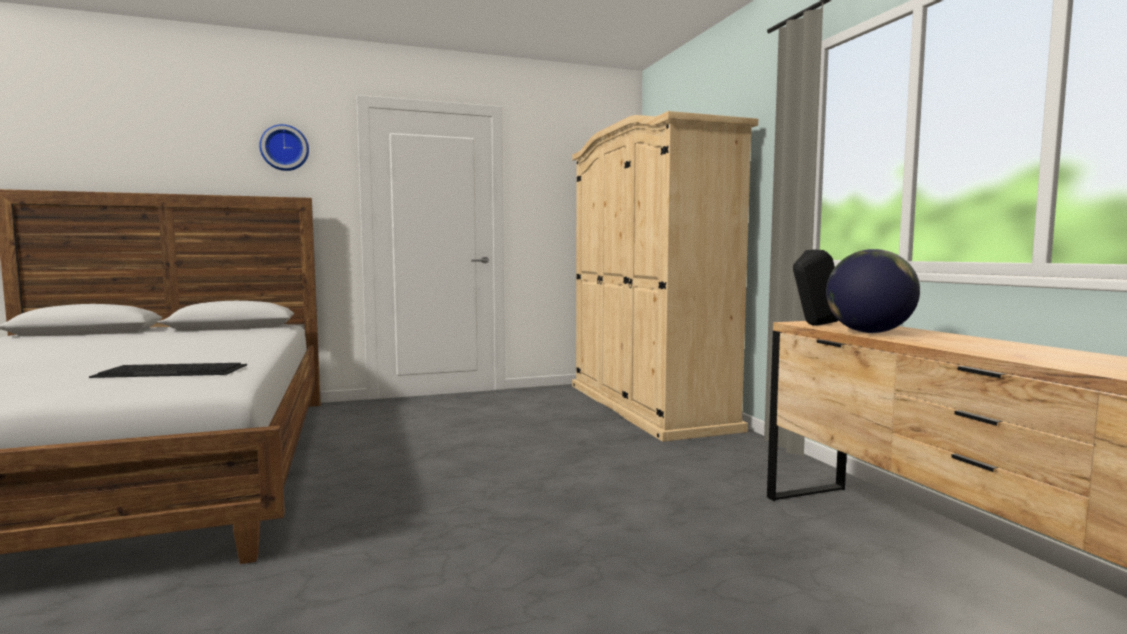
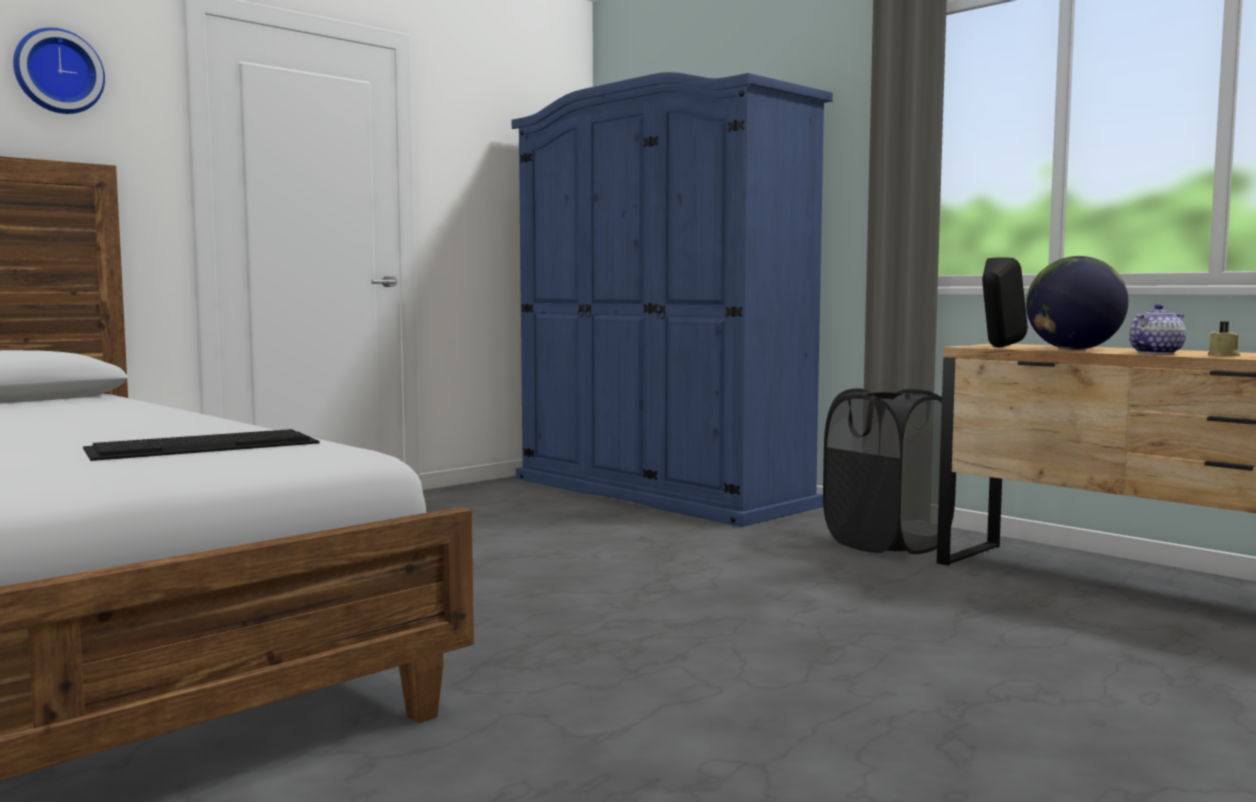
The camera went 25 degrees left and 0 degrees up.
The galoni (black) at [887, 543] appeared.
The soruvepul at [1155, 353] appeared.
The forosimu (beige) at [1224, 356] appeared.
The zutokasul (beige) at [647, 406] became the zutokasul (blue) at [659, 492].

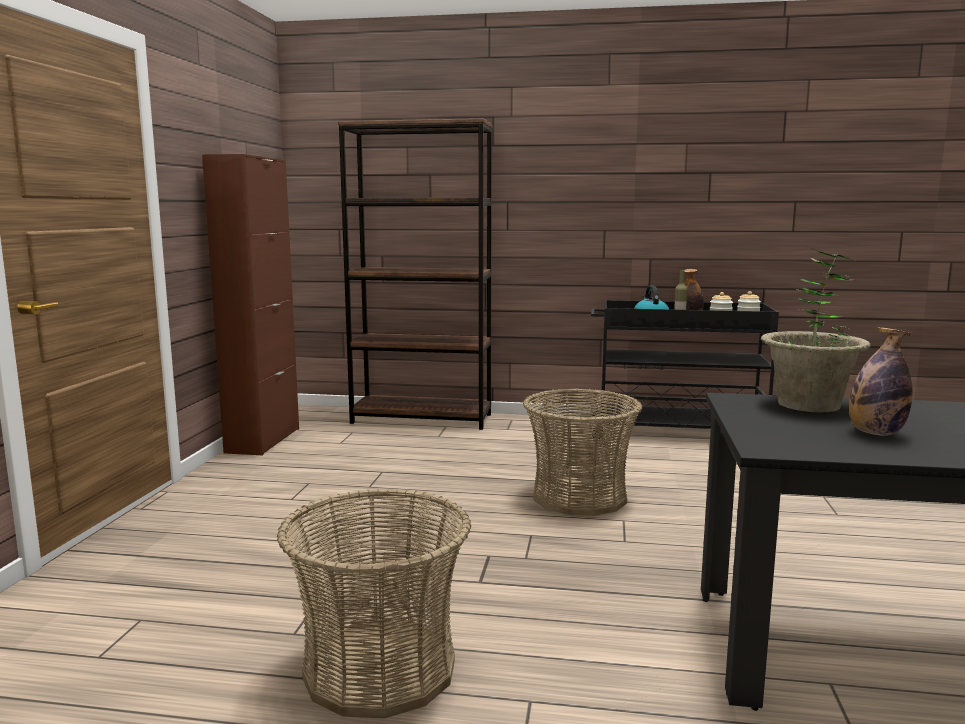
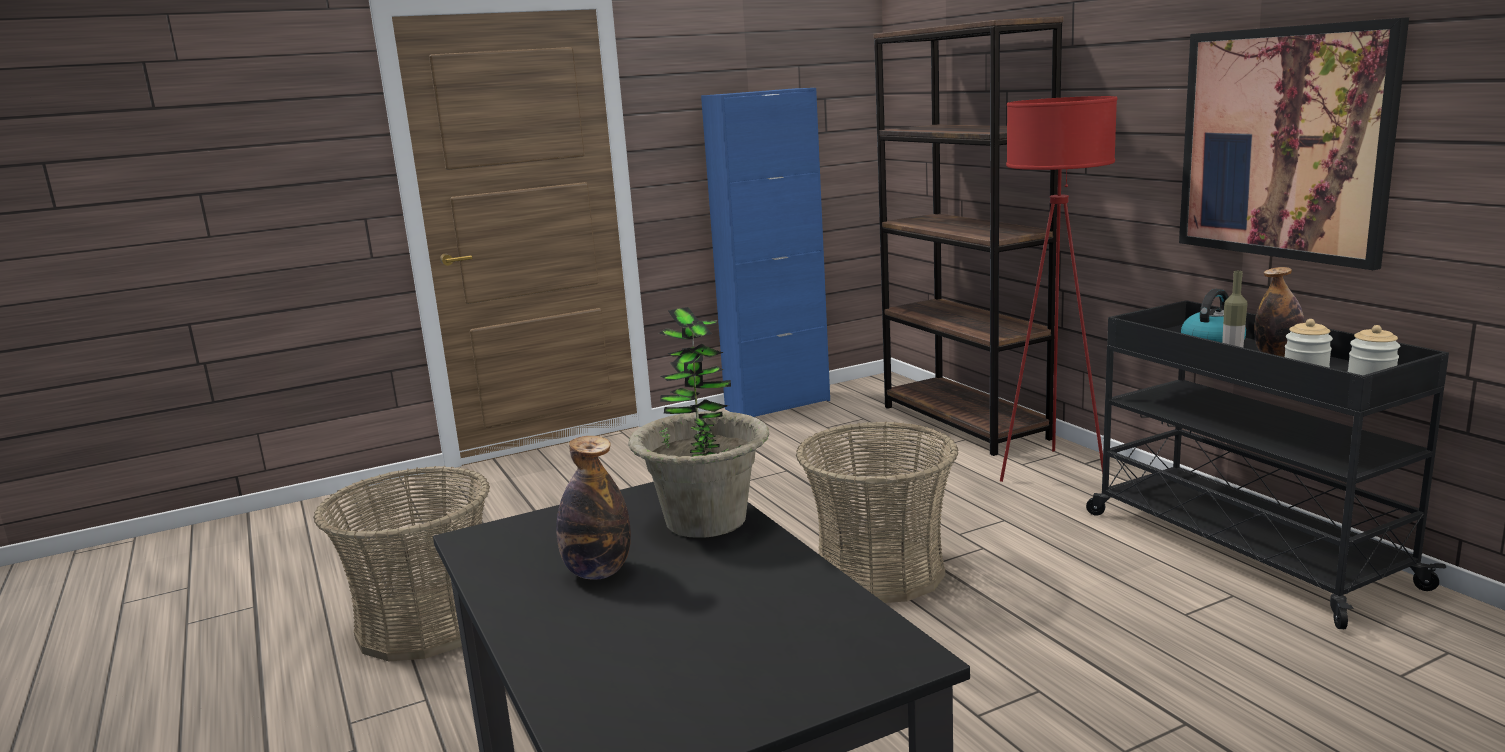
The camera went 55 degrees right and 5 degrees up.
The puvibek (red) at [1053, 471] appeared.
The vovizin at [1283, 143] appeared.
The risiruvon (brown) at [263, 440] became the risiruvon (blue) at [777, 405].

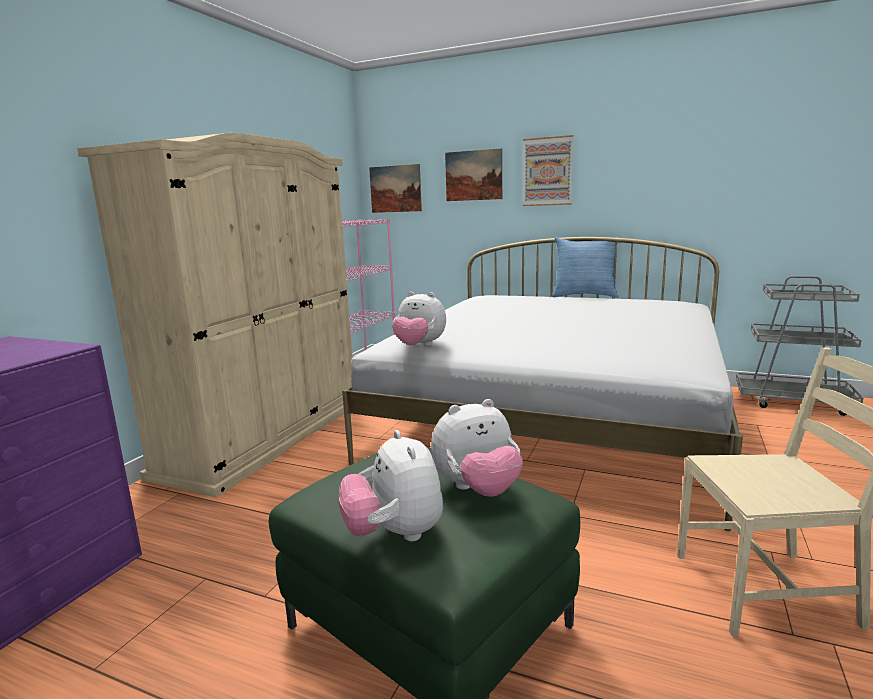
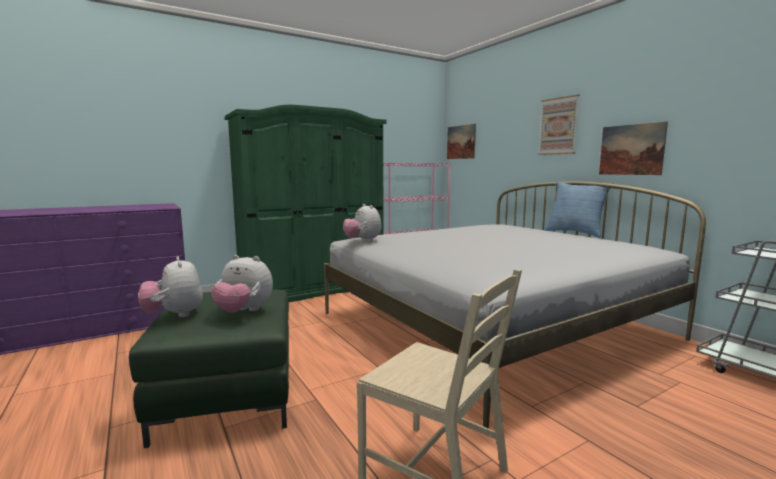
The camera went 35 degrees right and 5 degrees down.
The vovizin moved from [473, 175] to [631, 149].
The zutokasul (beige) at [266, 436] became the zutokasul (green) at [313, 289].
The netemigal at [395, 534] turned 45 degrees counterclockwise.

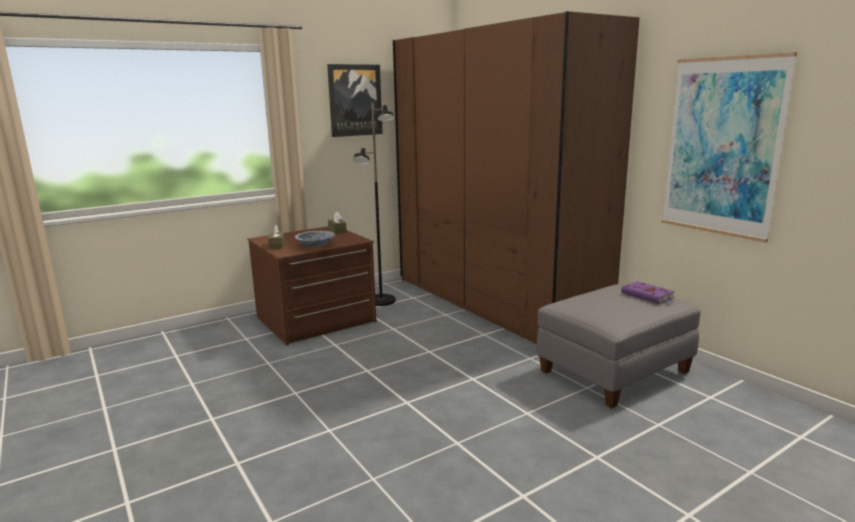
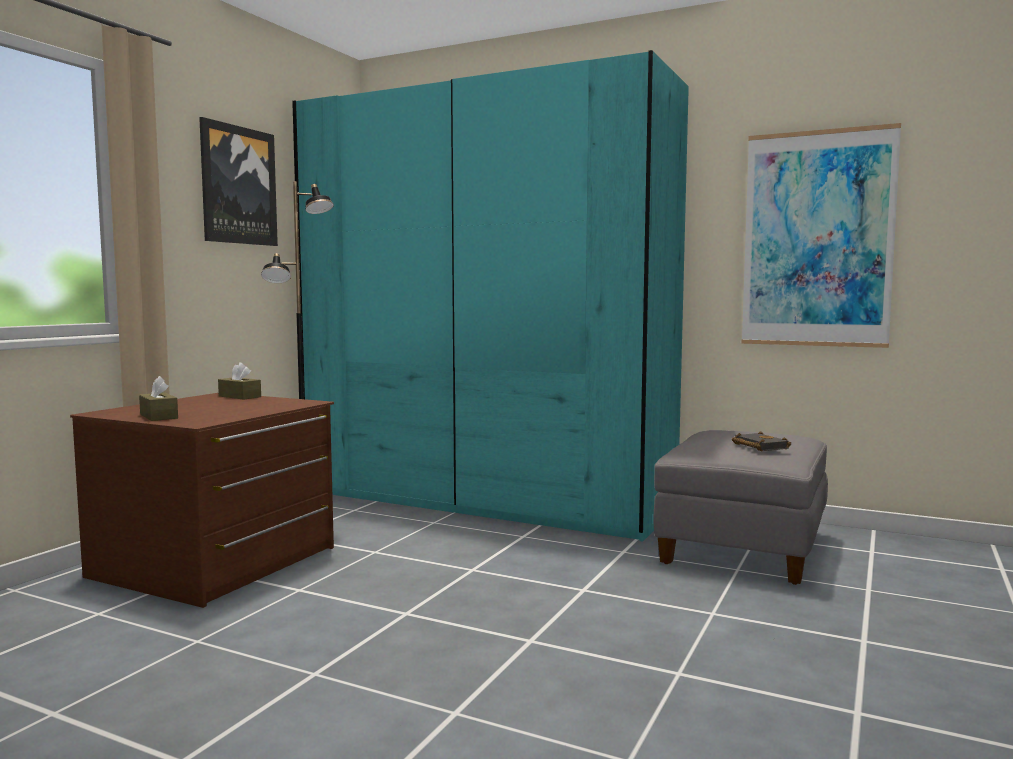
The camera went 30 degrees left and 10 degrees down.
The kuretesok at [315, 245] disappeared.
The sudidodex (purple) at [648, 296] disappeared.
The sudidodex (black) at [758, 446] appeared.
The zutokasul (brown) at [494, 302] became the zutokasul (turquoise) at [485, 499].

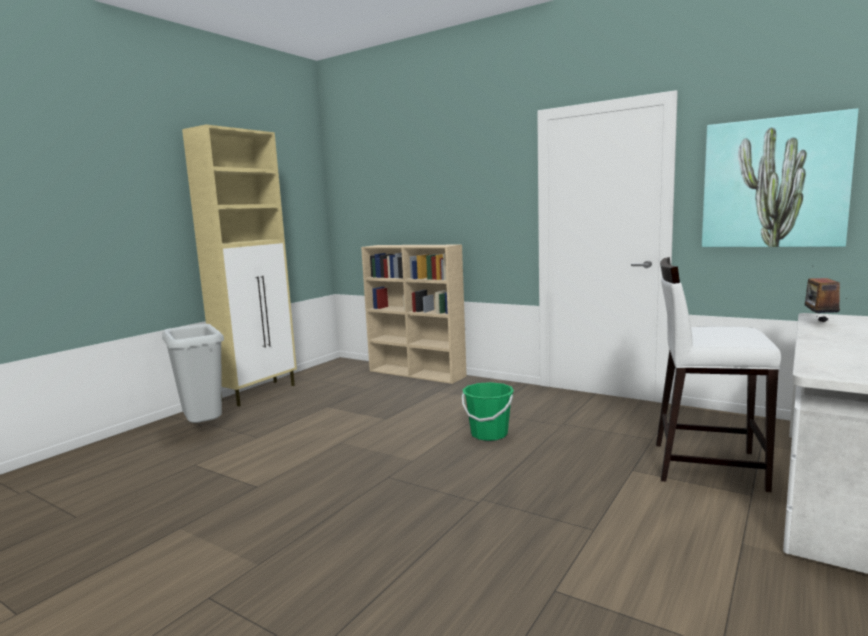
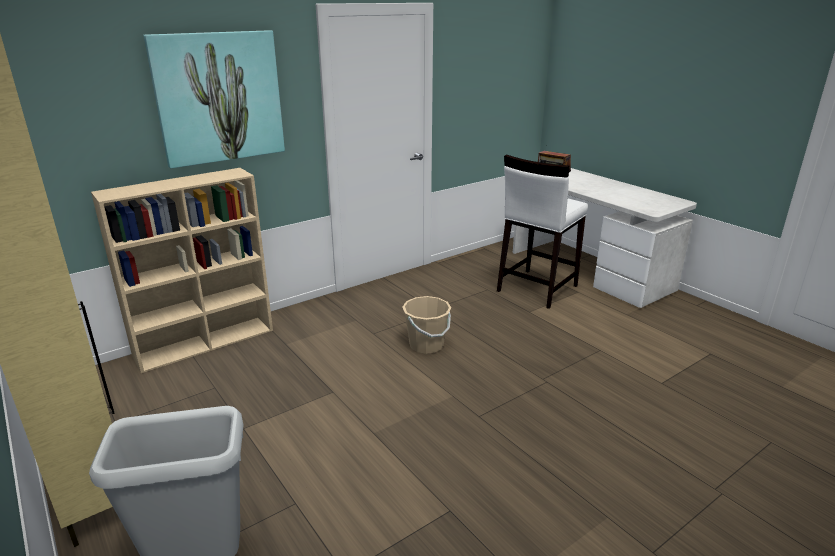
The camera went 70 degrees left and 15 degrees up.
The vovizin moved from [774, 183] to [219, 98].
The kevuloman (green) at [489, 434] became the kevuloman (beige) at [426, 345].

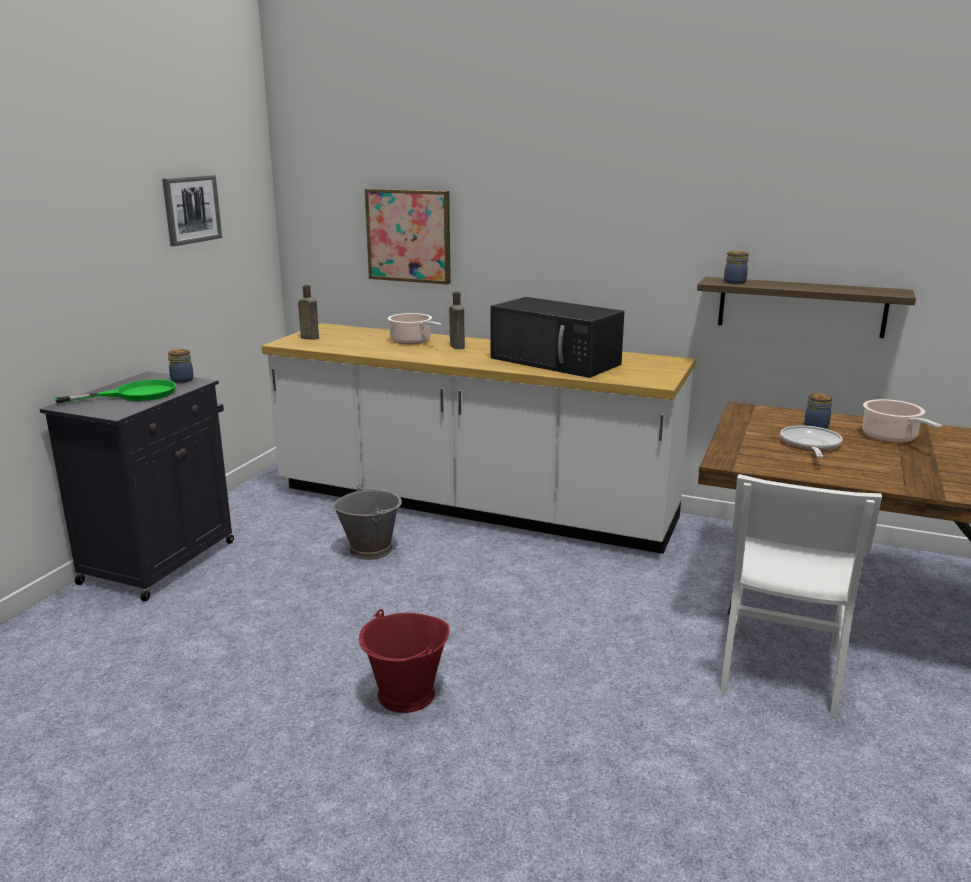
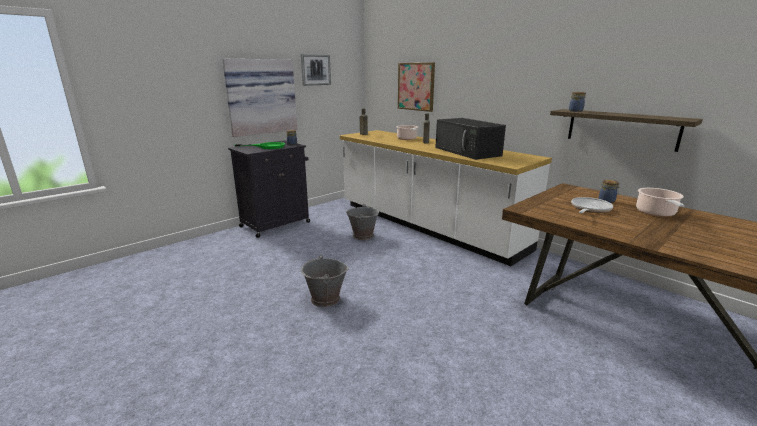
The camera went 25 degrees right and 0 degrees up.
The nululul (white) at [780, 669] disappeared.
The vovizin at [261, 97] appeared.
The kevuloman (red) at [406, 695] became the kevuloman (grey) at [325, 299].

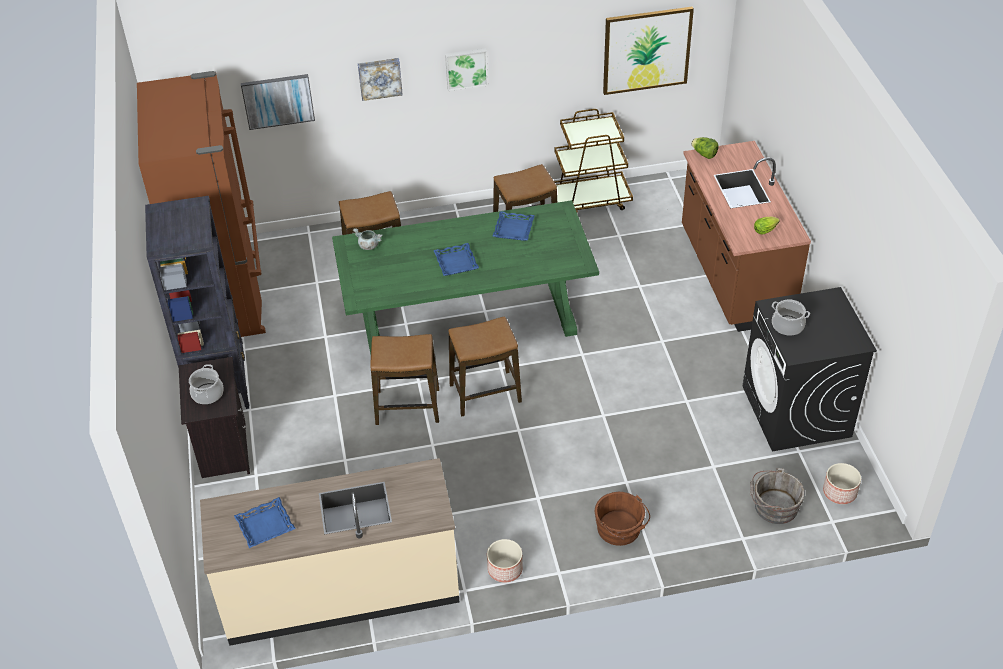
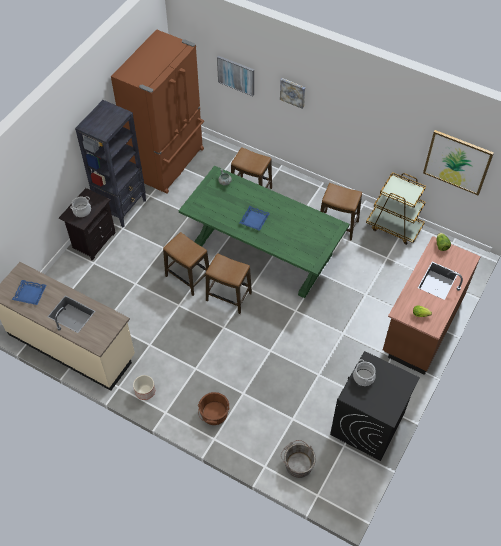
The camera went 40 degrees right and 10 degrees up.
The vovizin at [466, 68] disappeared.
The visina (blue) at [514, 229] disappeared.
The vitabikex at [839, 492] disappeared.

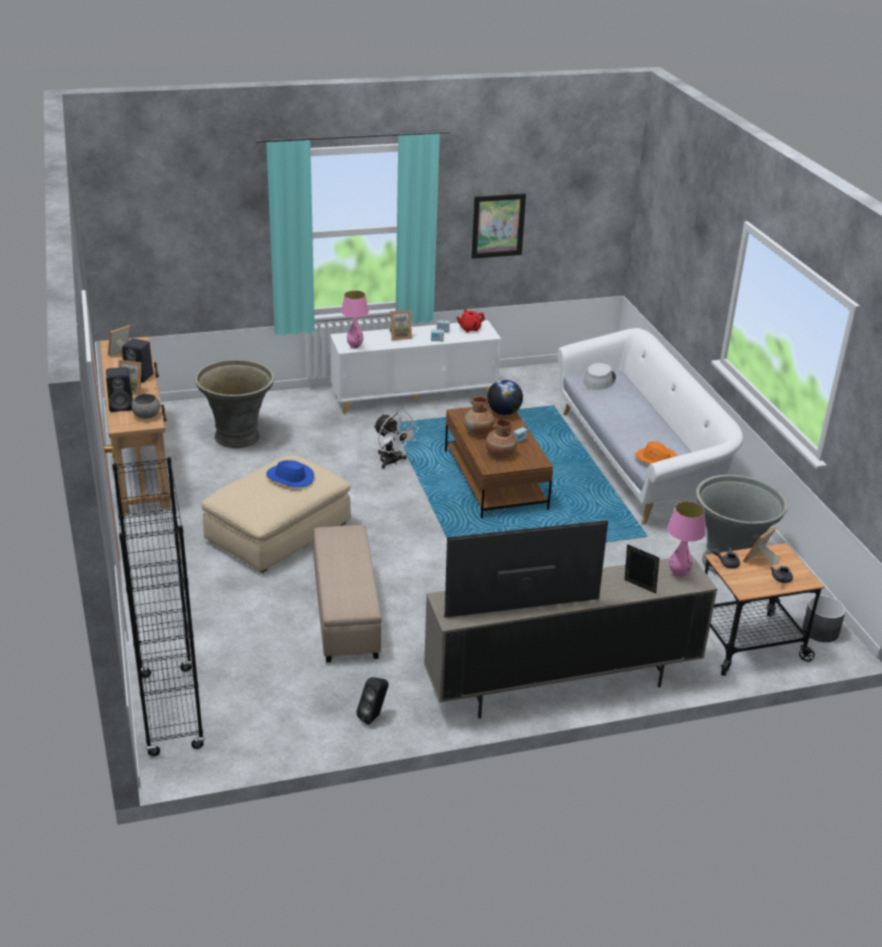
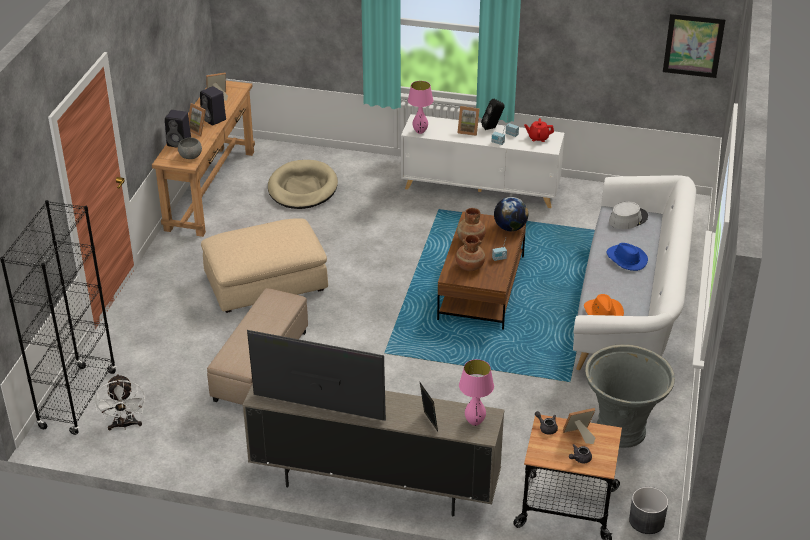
The camera went 30 degrees right and 5 degrees up.
The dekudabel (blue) moved from [290, 478] to [626, 259].
The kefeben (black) moved from [374, 716] to [492, 128].
The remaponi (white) moved from [392, 462] to [125, 425].
The vovizin moved from [498, 225] to [693, 45].
The vitabikex (grey) at [238, 437] was replaced by the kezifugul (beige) at [302, 188].

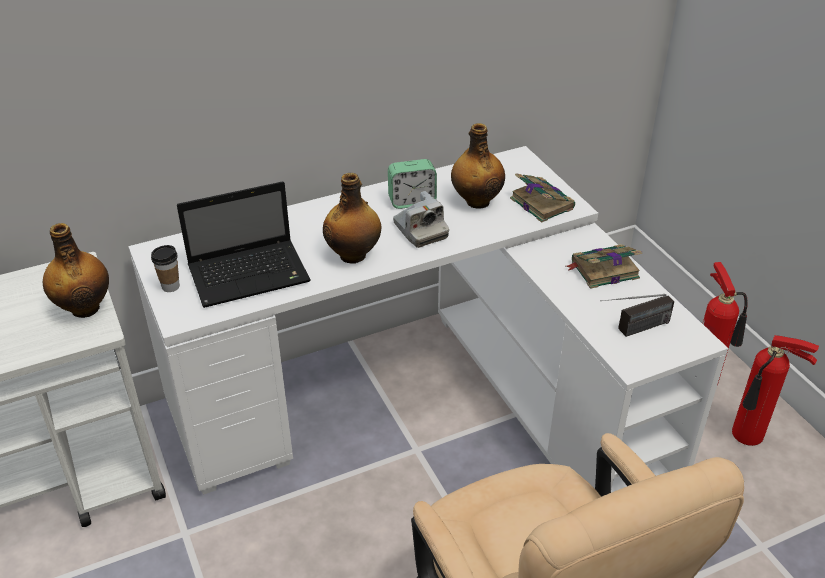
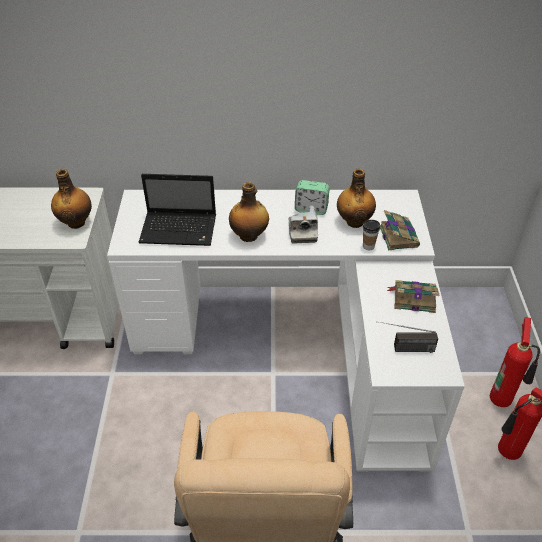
The camera went 25 degrees right and 5 degrees up.
The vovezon moved from [170, 286] to [368, 246].

